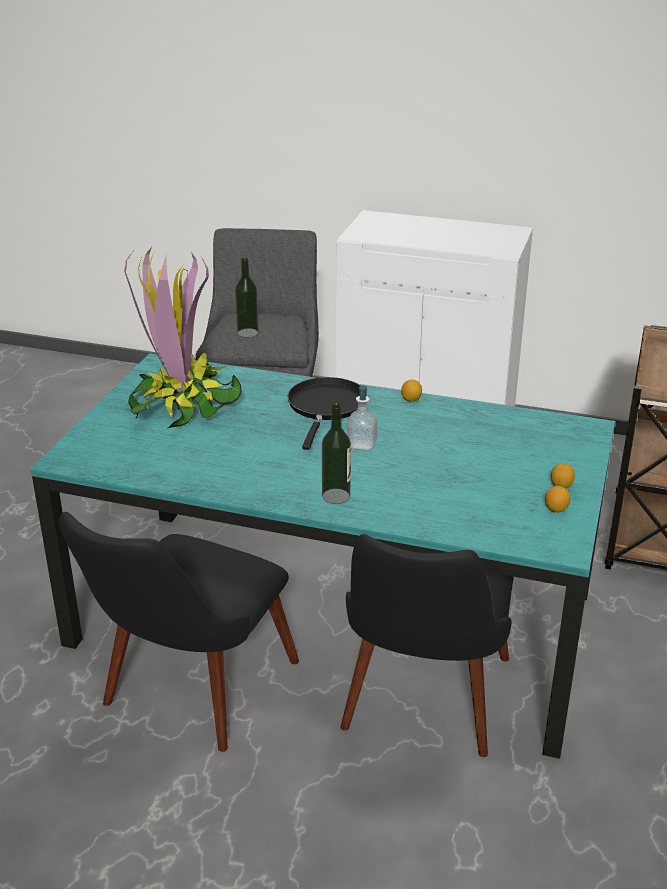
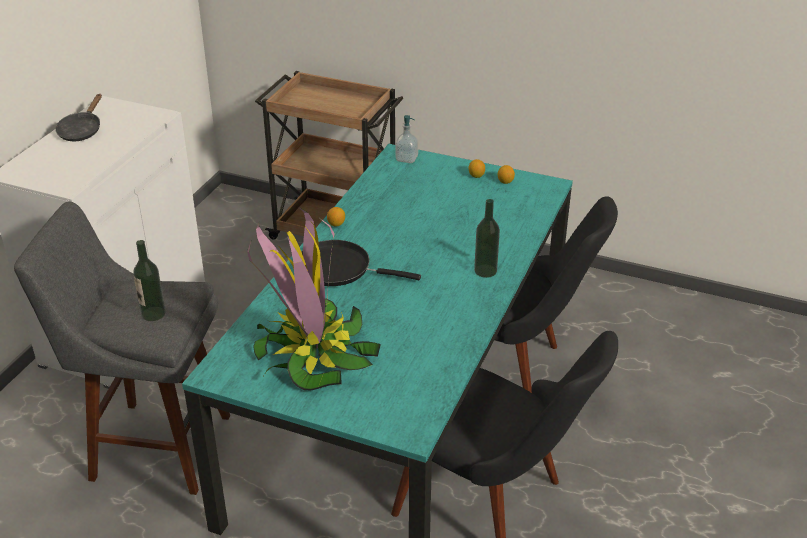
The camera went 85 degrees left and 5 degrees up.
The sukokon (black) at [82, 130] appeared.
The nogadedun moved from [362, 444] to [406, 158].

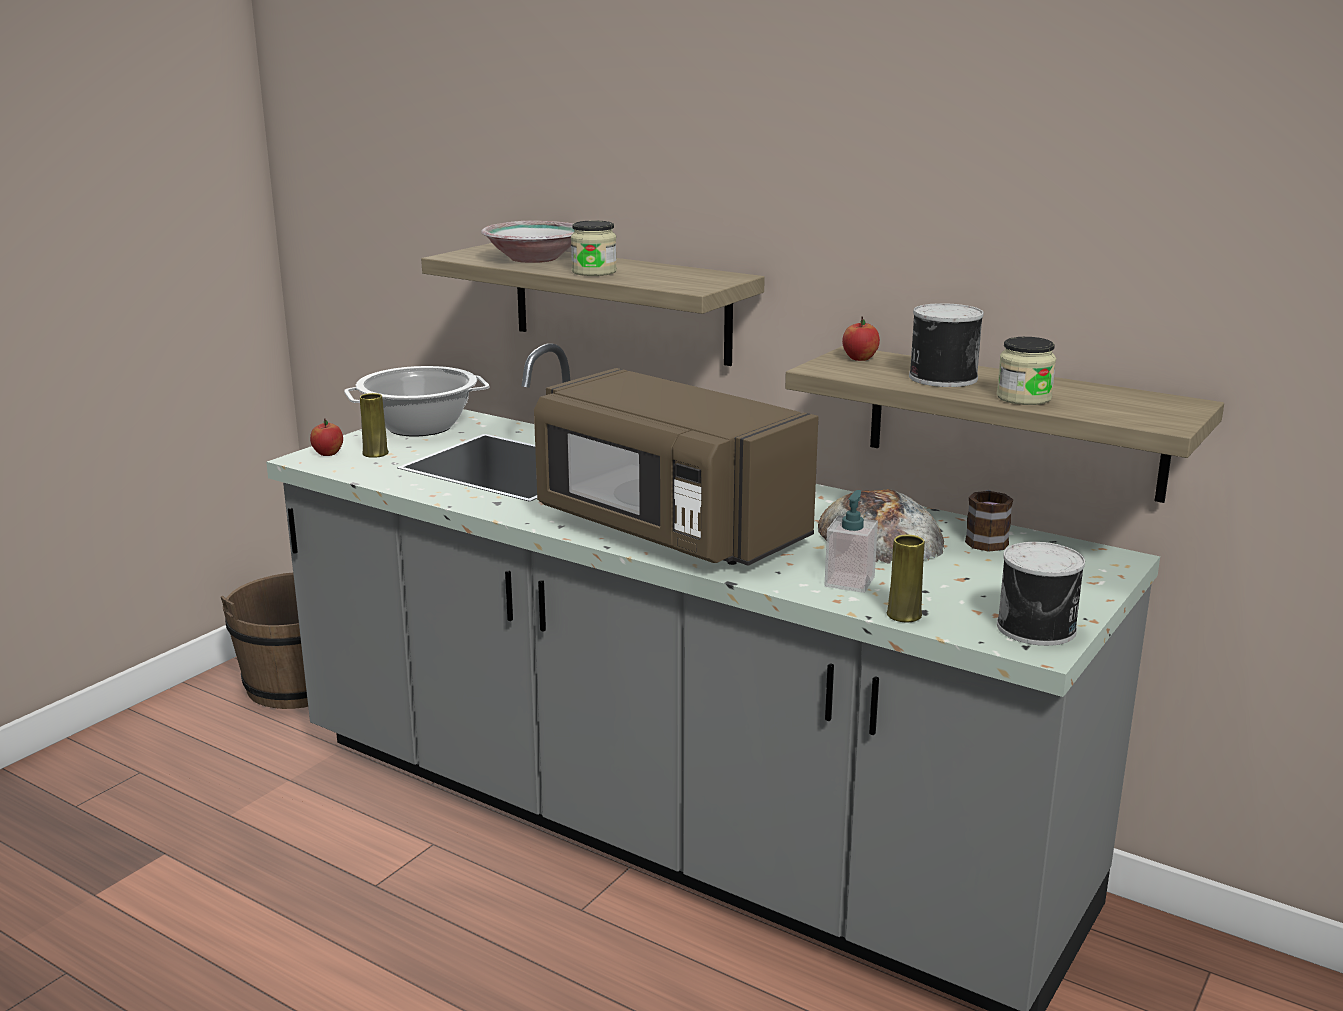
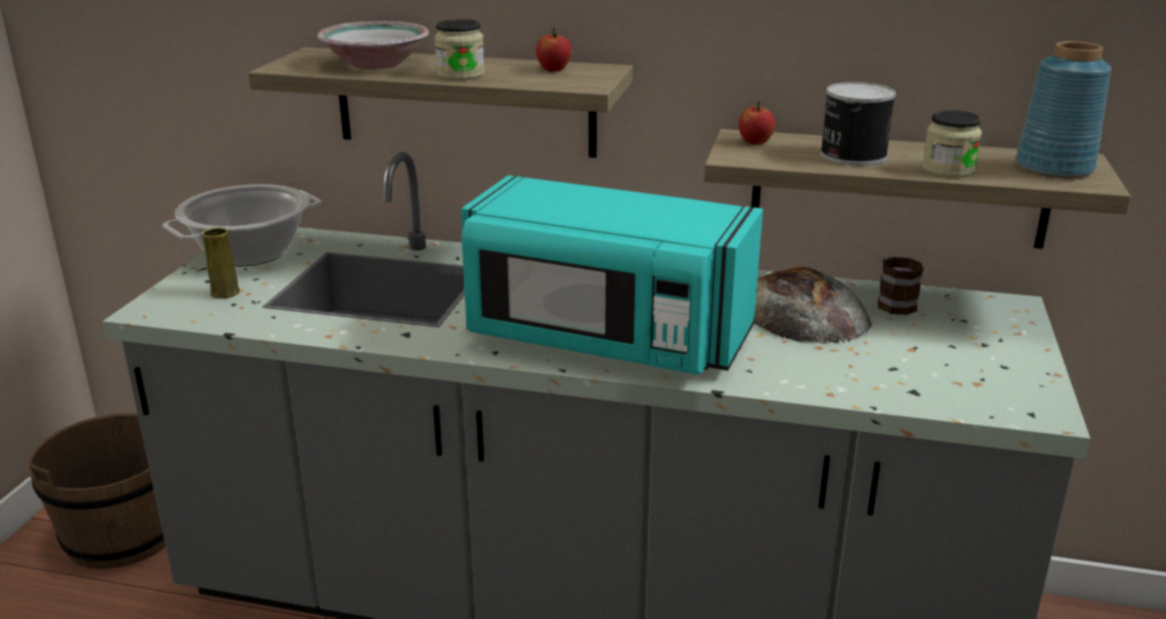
The camera went 20 degrees left and 5 degrees up.
The nogadedun at [849, 581] disappeared.
The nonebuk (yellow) at [904, 615] disappeared.
The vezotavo at [1038, 628] disappeared.
The nonebuk (blue) at [1054, 167] appeared.
The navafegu moved from [328, 454] to [554, 69].
The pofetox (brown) at [667, 530] became the pofetox (turquoise) at [605, 339].

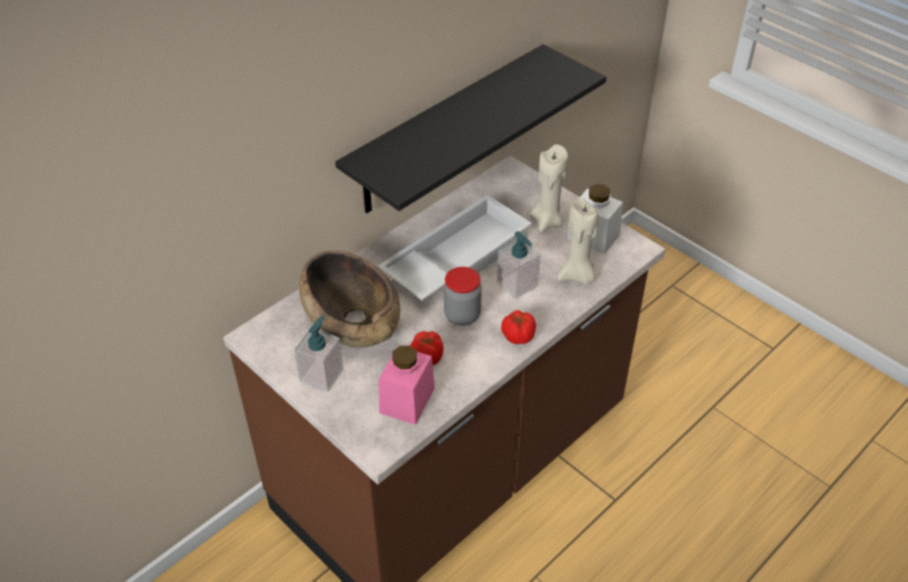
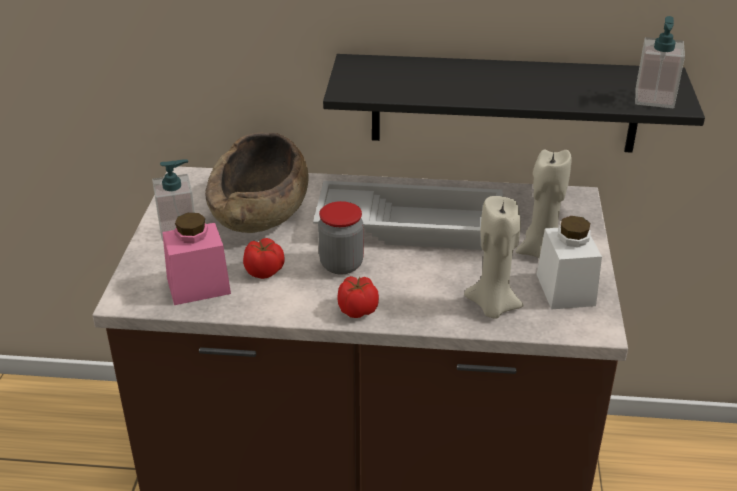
The camera went 50 degrees right and 10 degrees down.
The nogadedun moved from [517, 284] to [654, 98].

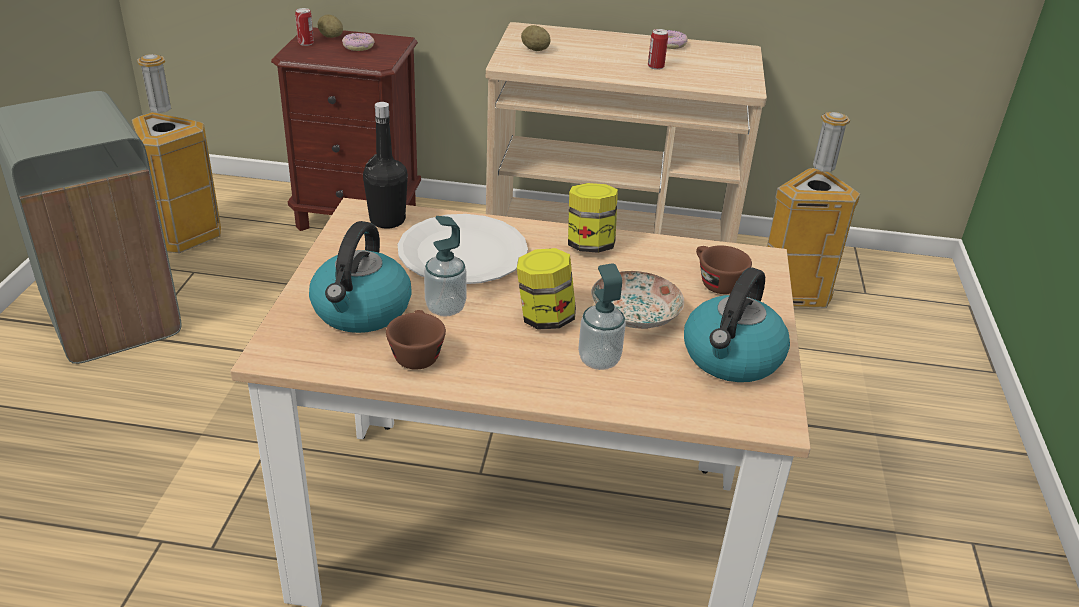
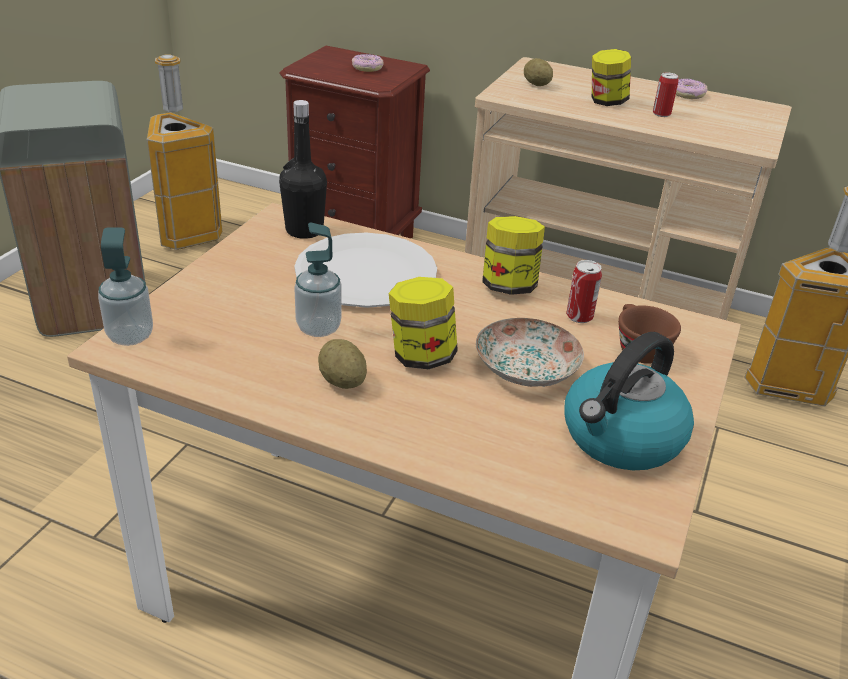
The camera went 15 degrees right and 0 degrees up.
The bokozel at [361, 311] disappeared.
The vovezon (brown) at [416, 353] disappeared.
The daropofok at [606, 102] appeared.
The vezotavo moved from [306, 43] to [579, 316].
The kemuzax moved from [331, 37] to [342, 381].
The nogadedun moved from [599, 360] to [130, 336].

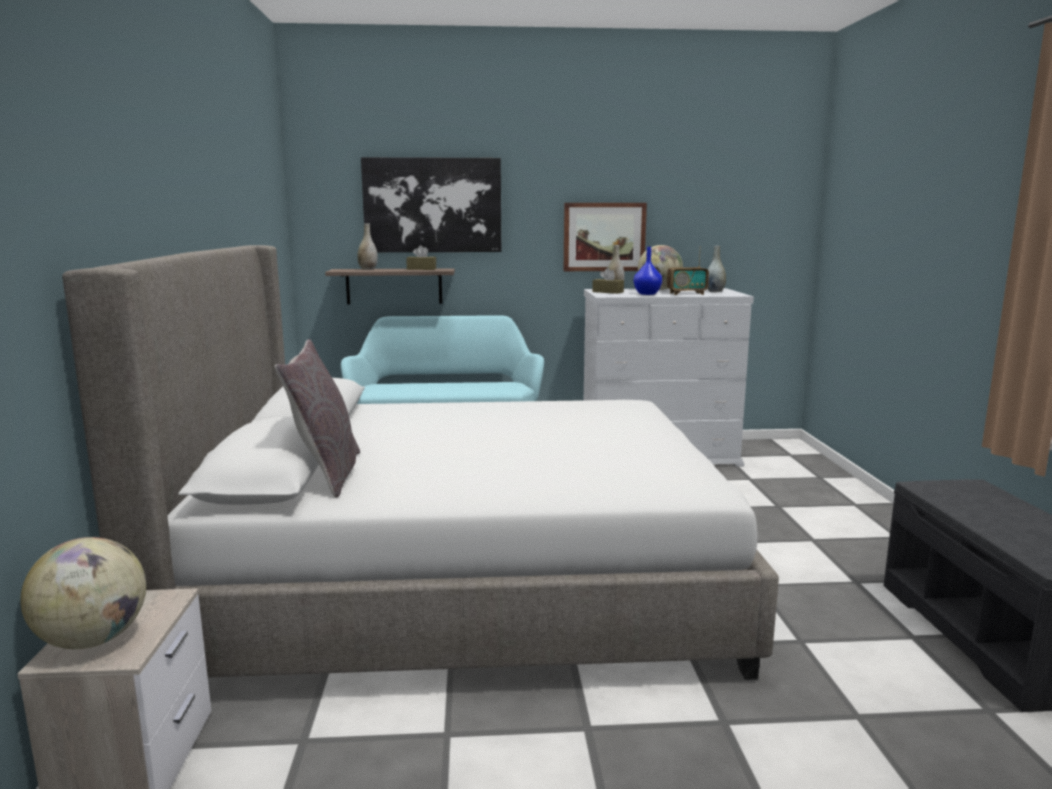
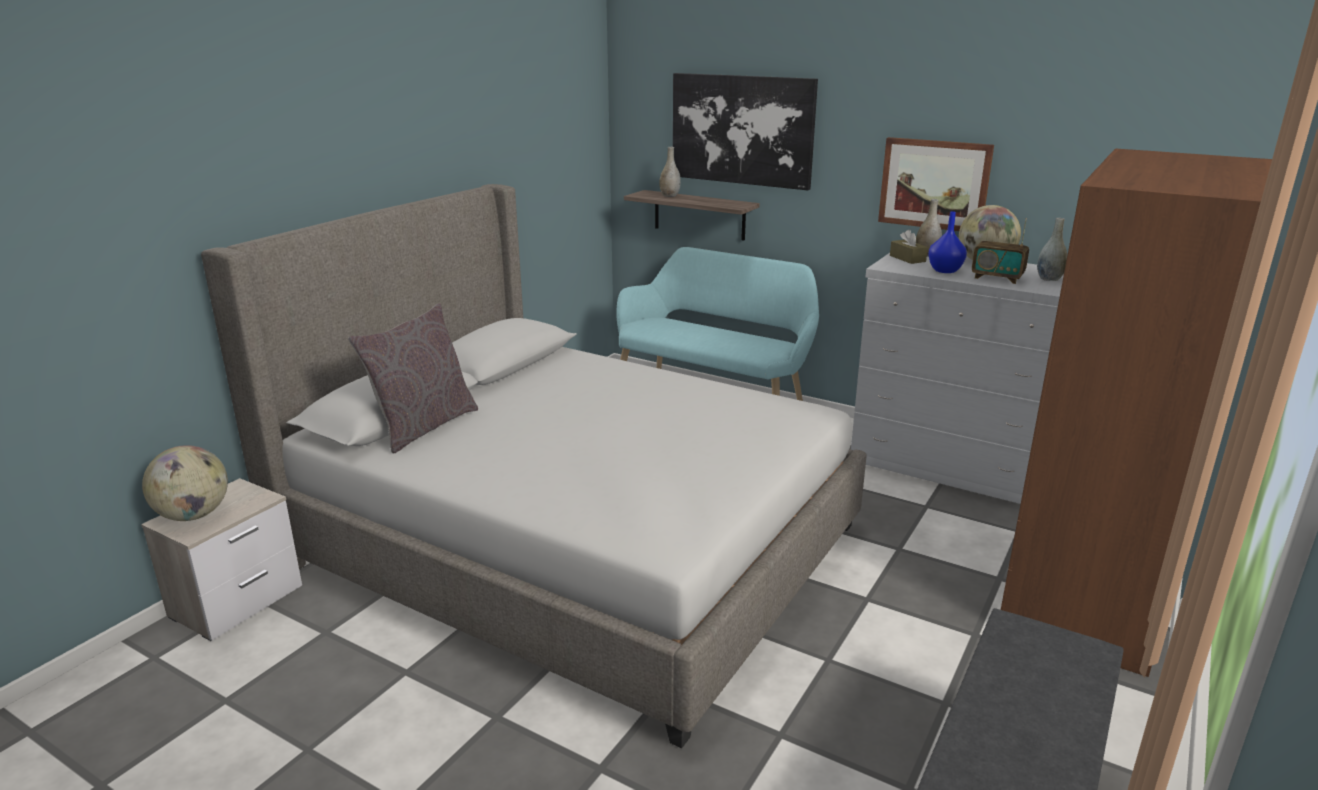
The camera went 35 degrees right and 10 degrees up.
The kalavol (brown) at [421, 269] disappeared.
The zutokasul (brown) at [1085, 588] appeared.

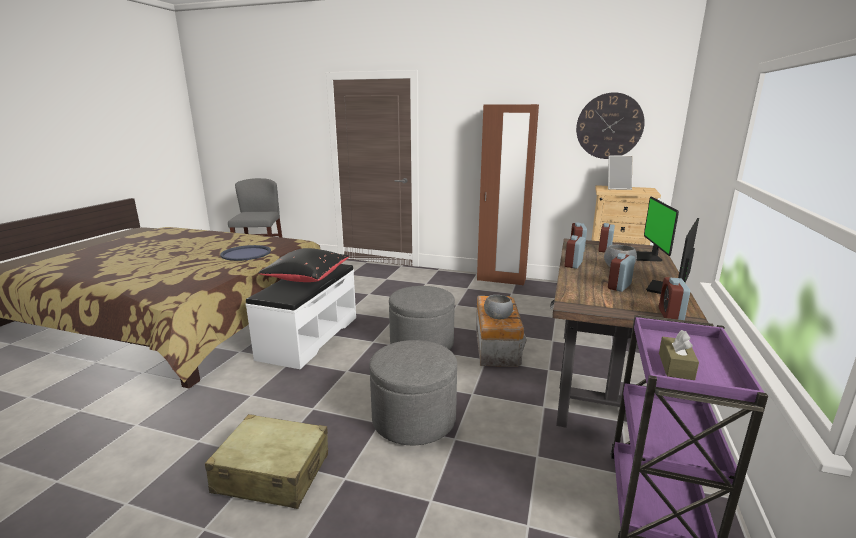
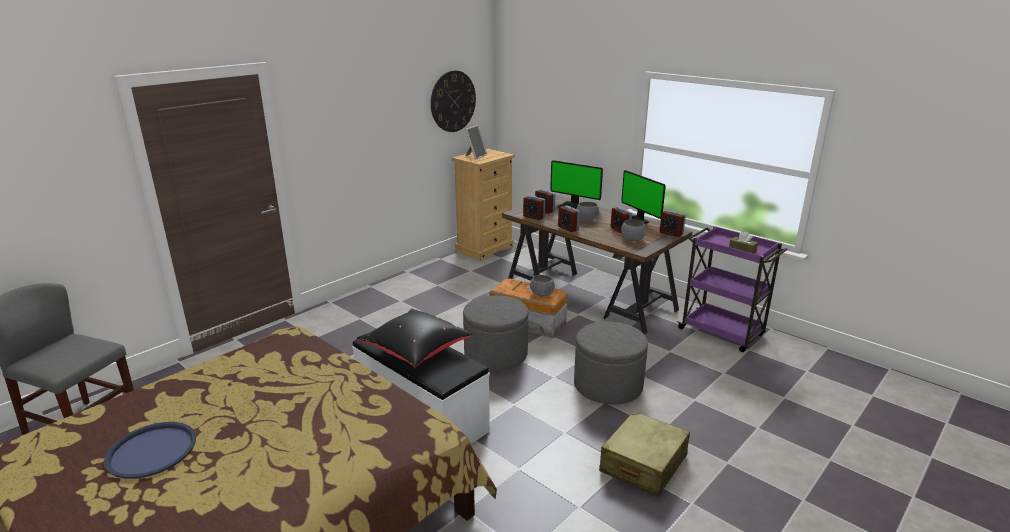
The camera went 65 degrees left and 5 degrees up.
The zutokasul (brown) at [501, 280] disappeared.
The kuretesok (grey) at [632, 239] appeared.
The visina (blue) moved from [246, 254] to [152, 451].

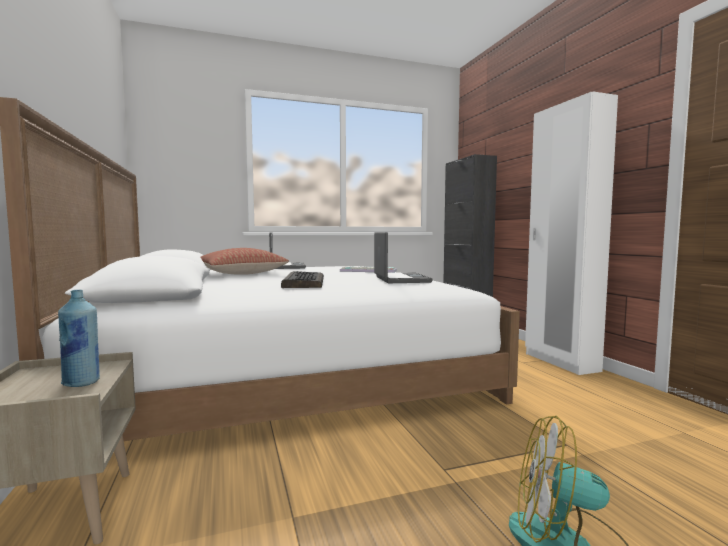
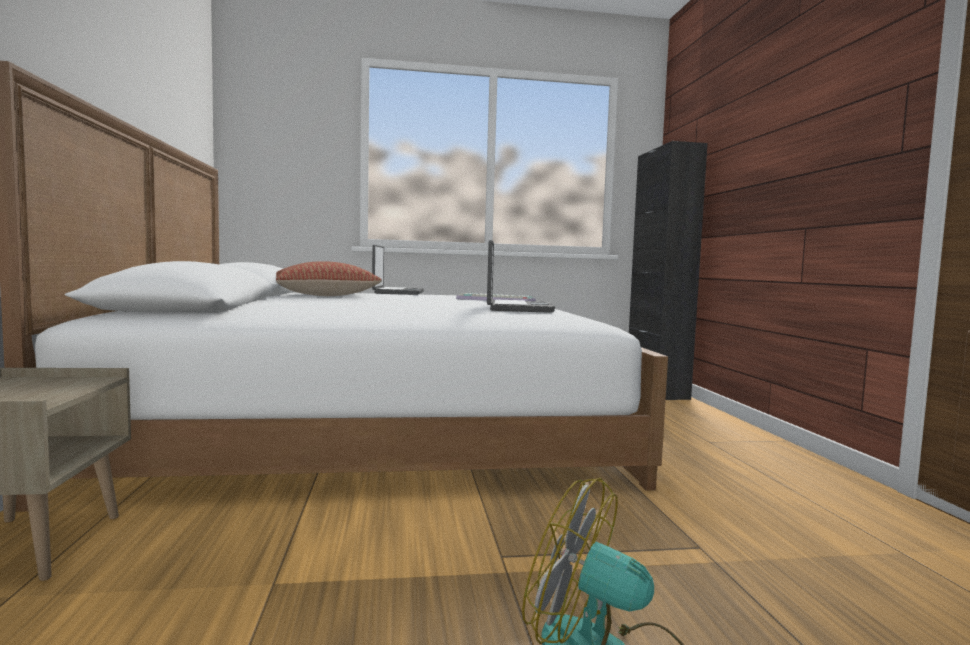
The camera went 10 degrees right and 0 degrees up.
The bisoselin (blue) at [81, 383] disappeared.
The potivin at [303, 282] disappeared.
The zutokasul (white) at [560, 362] disappeared.

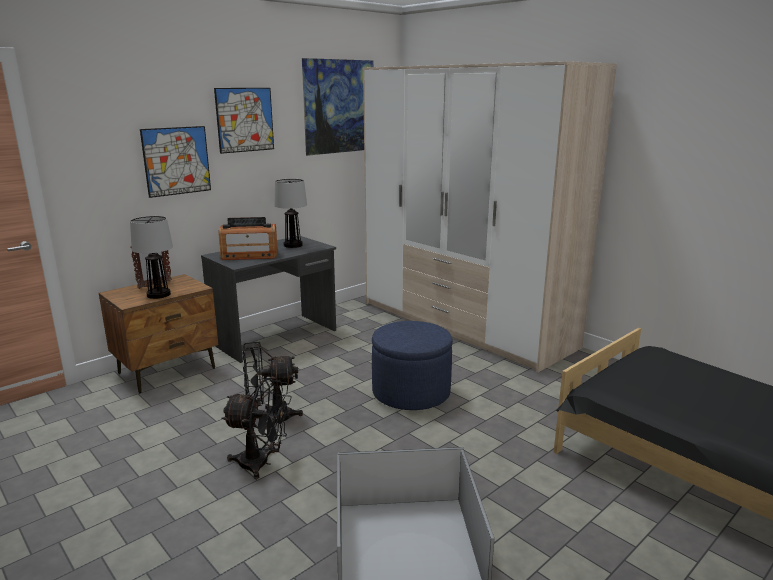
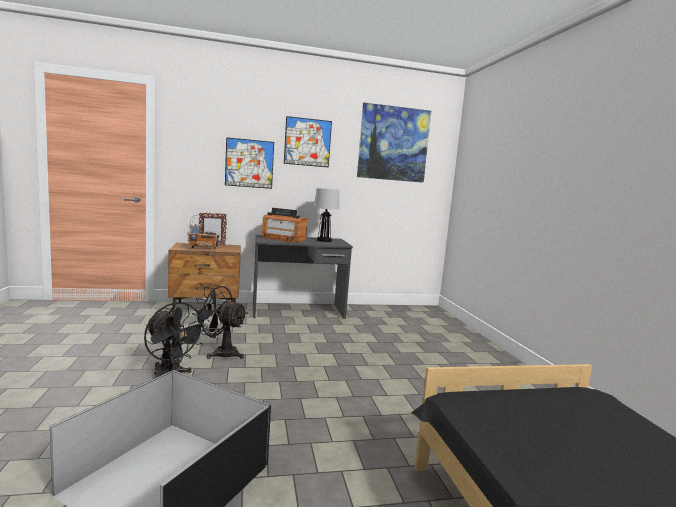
The camera went 30 degrees right and 10 degrees down.
The zutokasul at [464, 324] disappeared.
The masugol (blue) at [411, 392] disappeared.
The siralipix at [159, 294] was replaced by the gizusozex at [203, 248].

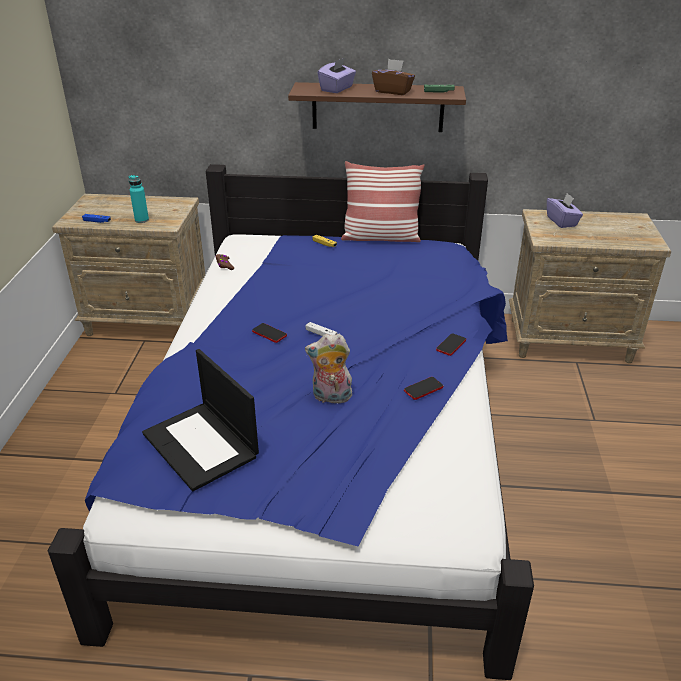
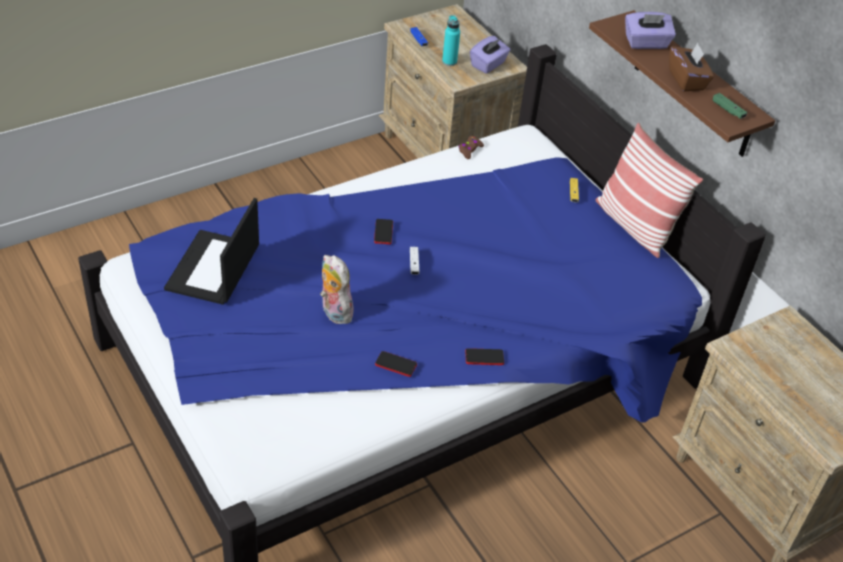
The camera went 50 degrees right and 10 degrees up.
The kalavol (purple) moved from [562, 221] to [488, 64].

